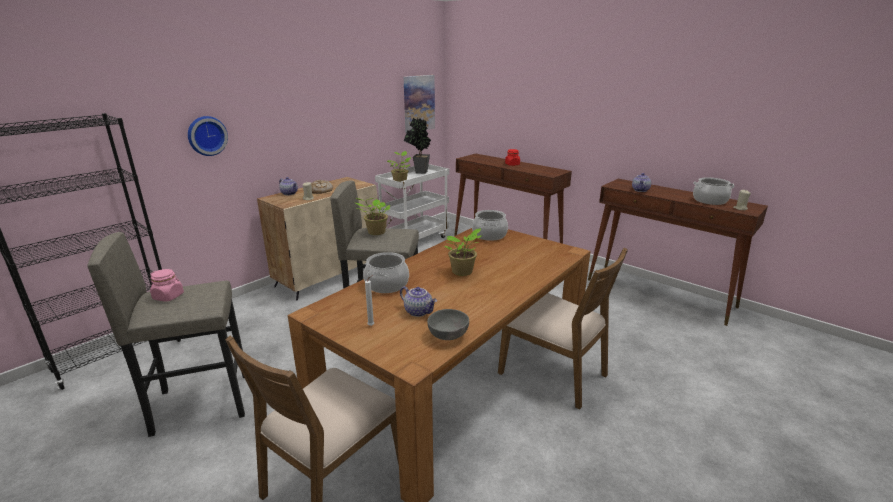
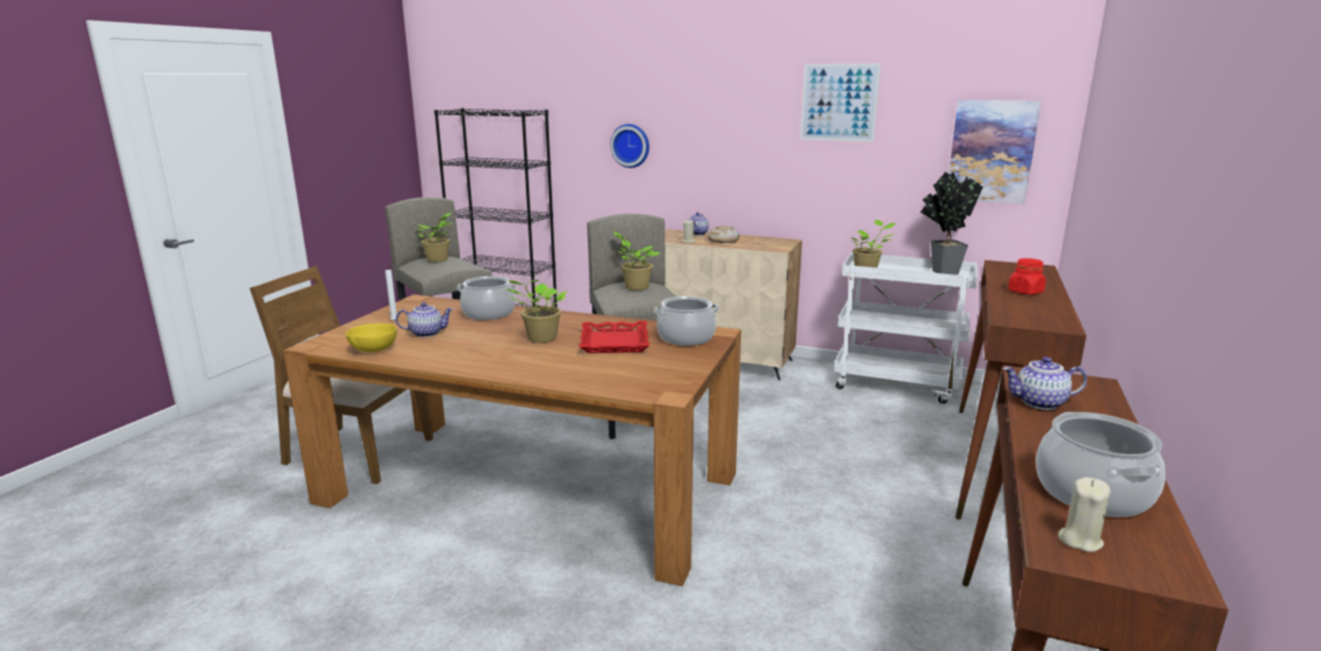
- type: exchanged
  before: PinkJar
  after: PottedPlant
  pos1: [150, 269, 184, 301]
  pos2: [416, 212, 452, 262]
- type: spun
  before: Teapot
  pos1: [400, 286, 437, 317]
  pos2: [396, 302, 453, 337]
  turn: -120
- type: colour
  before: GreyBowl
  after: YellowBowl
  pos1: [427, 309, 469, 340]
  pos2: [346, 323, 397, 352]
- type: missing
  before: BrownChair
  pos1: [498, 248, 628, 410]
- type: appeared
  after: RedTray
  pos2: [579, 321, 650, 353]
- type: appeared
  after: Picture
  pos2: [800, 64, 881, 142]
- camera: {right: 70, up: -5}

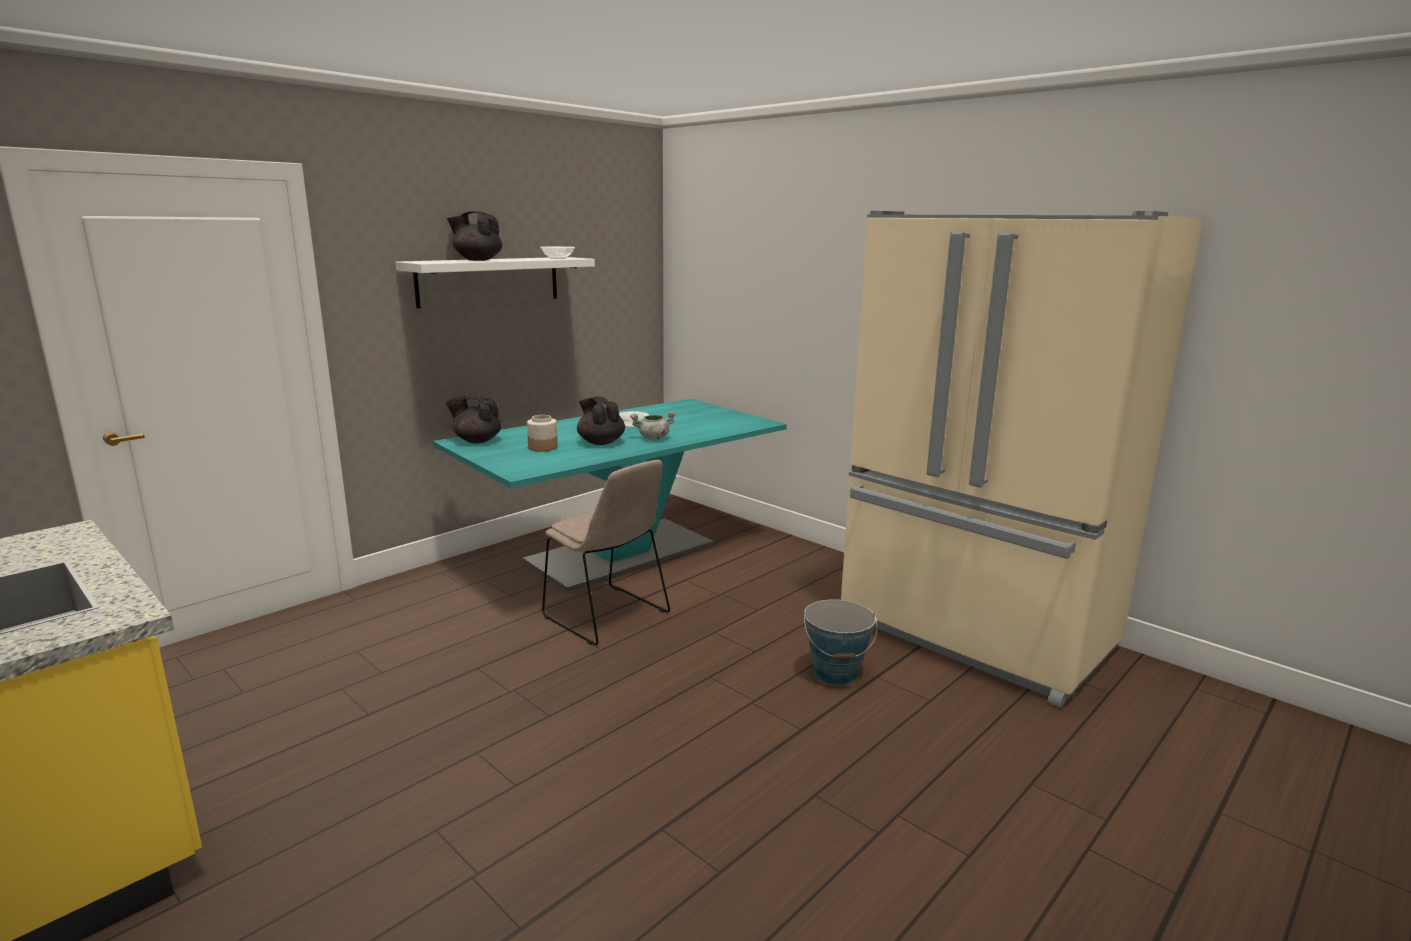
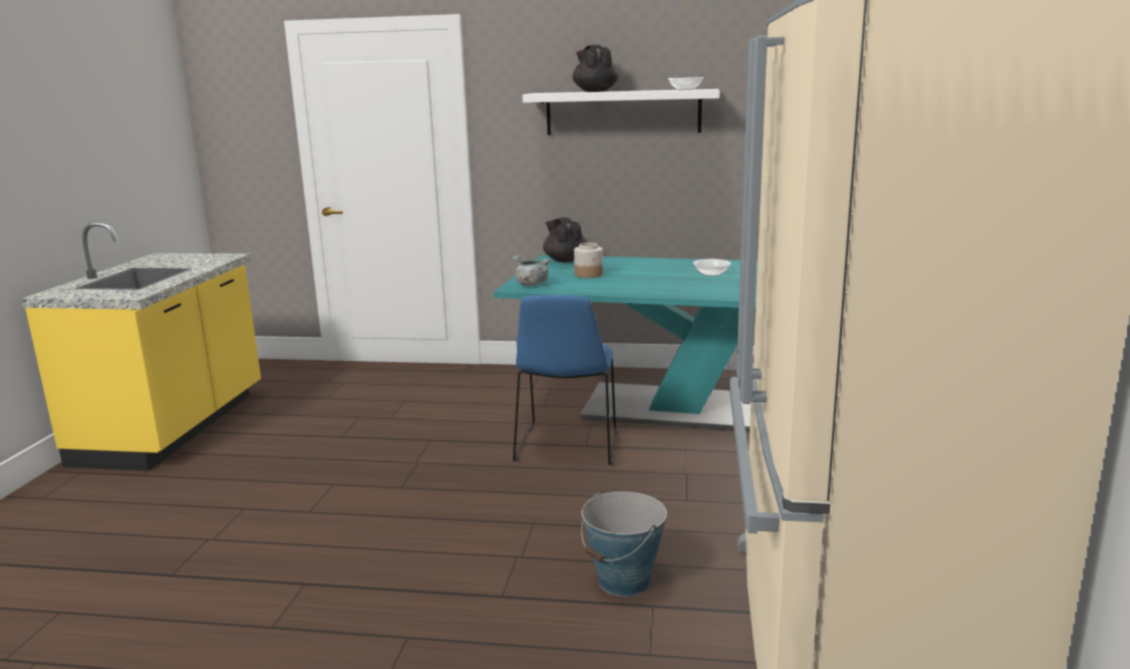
- type: colour
  before: BeigeChair
  after: BlueChair
  pos1: [542, 460, 670, 645]
  pos2: [513, 295, 618, 465]
- type: missing
  before: BlackTeapot
  pos1: [577, 396, 625, 445]
- type: relocated
  before: GreyCookingPot
  pos1: [630, 411, 676, 440]
  pos2: [512, 255, 550, 286]
- camera: {right: 55, up: 0}

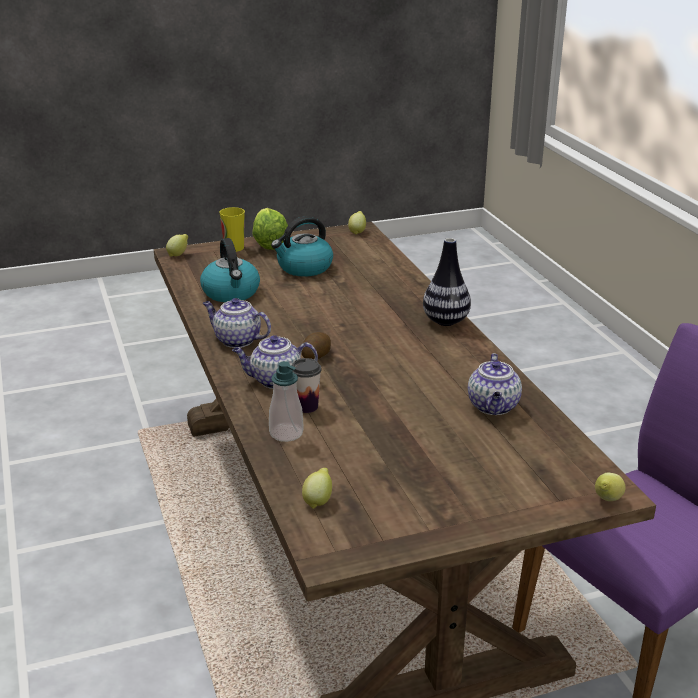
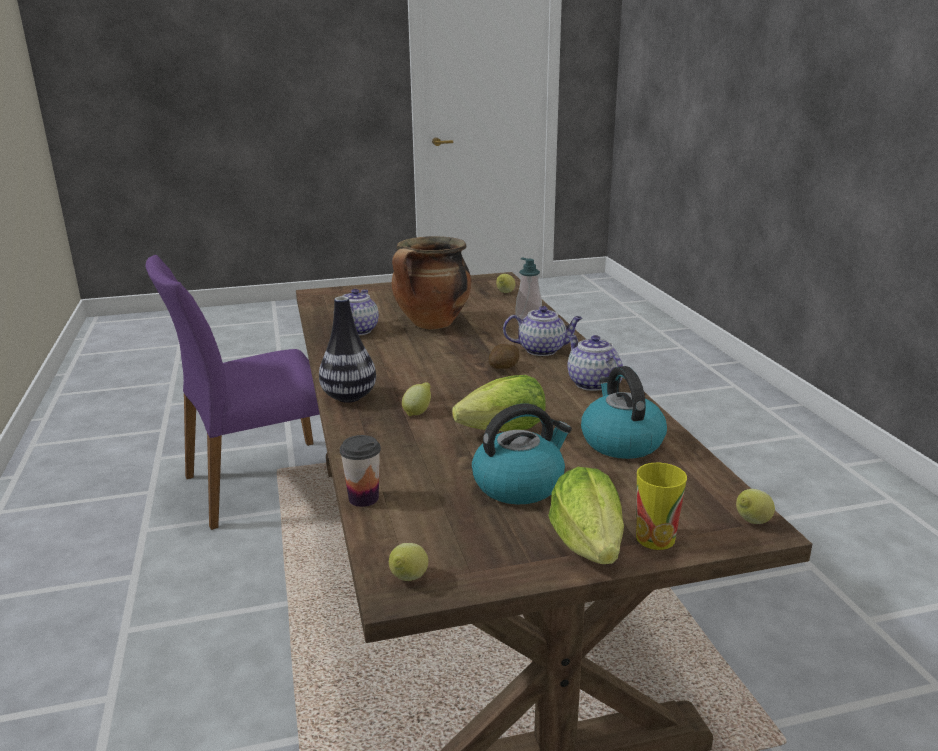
- type: spun
  before: Teapot
  pos1: [203, 298, 271, 348]
  pos2: [567, 335, 623, 391]
  turn: -150
- type: relocated
  before: Cup
  pos1: [291, 358, 321, 413]
  pos2: [340, 435, 381, 507]
- type: relocated
  before: Lemon
  pos1: [595, 472, 626, 501]
  pos2: [402, 382, 431, 416]
- type: appeared
  after: CookingPot
  pos2: [392, 236, 471, 330]
- type: appeared
  after: Lettuce
  pos2: [452, 375, 546, 431]
- camera: {right: -175, up: -5}

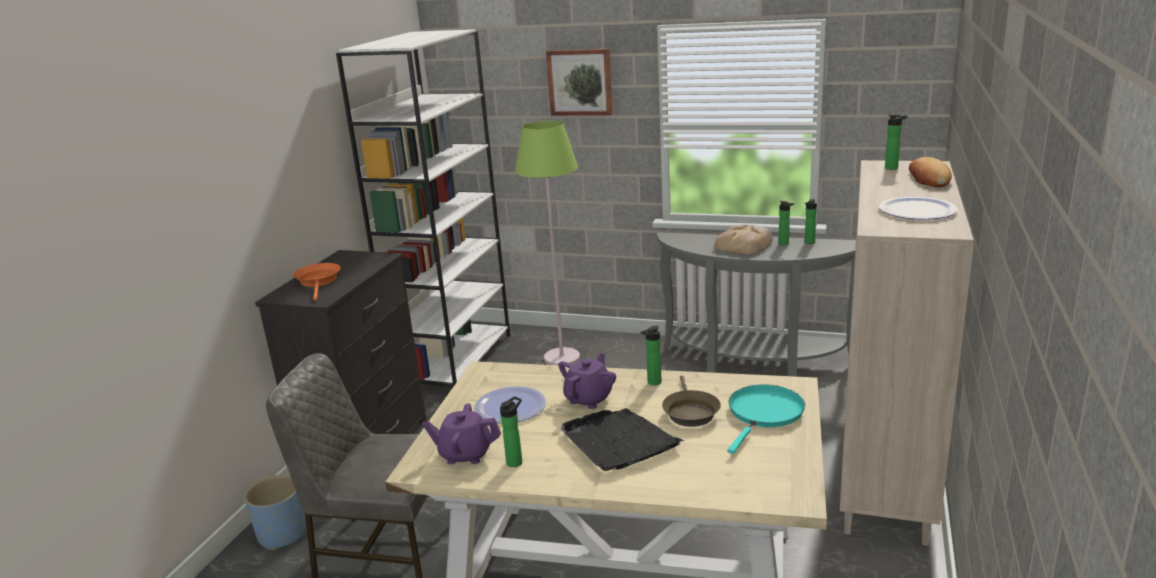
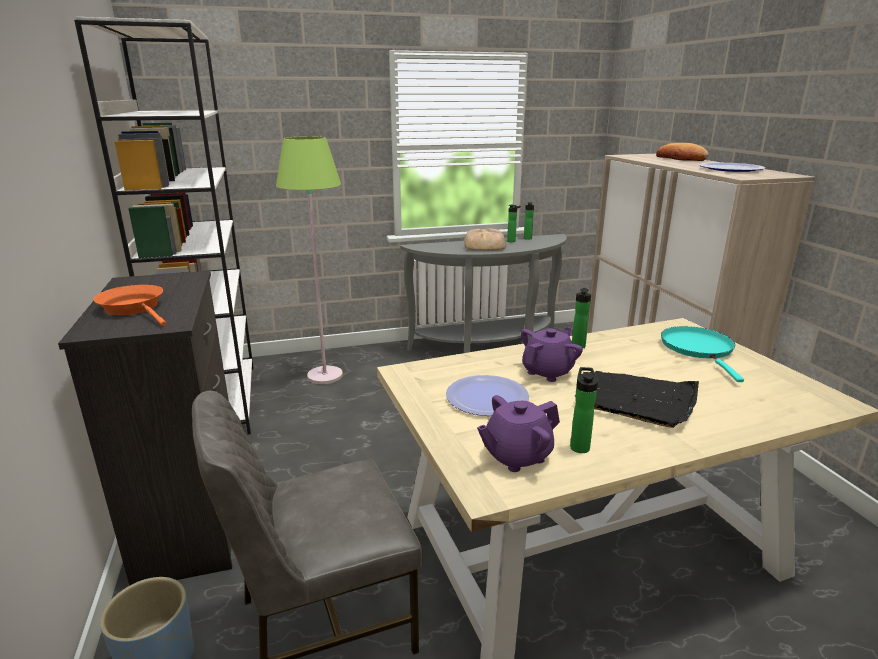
- type: missing
  before: Picture
  pos1: [546, 49, 612, 115]
- type: spun
  before: PurpleTeapot
  pos1: [558, 353, 616, 409]
  pos2: [521, 327, 583, 382]
  turn: 45
- type: missing
  before: BrownFryingPan
  pos1: [662, 375, 721, 427]
- type: missing
  before: Bottle
  pos1: [885, 114, 908, 170]
- camera: {right: -35, up: 0}

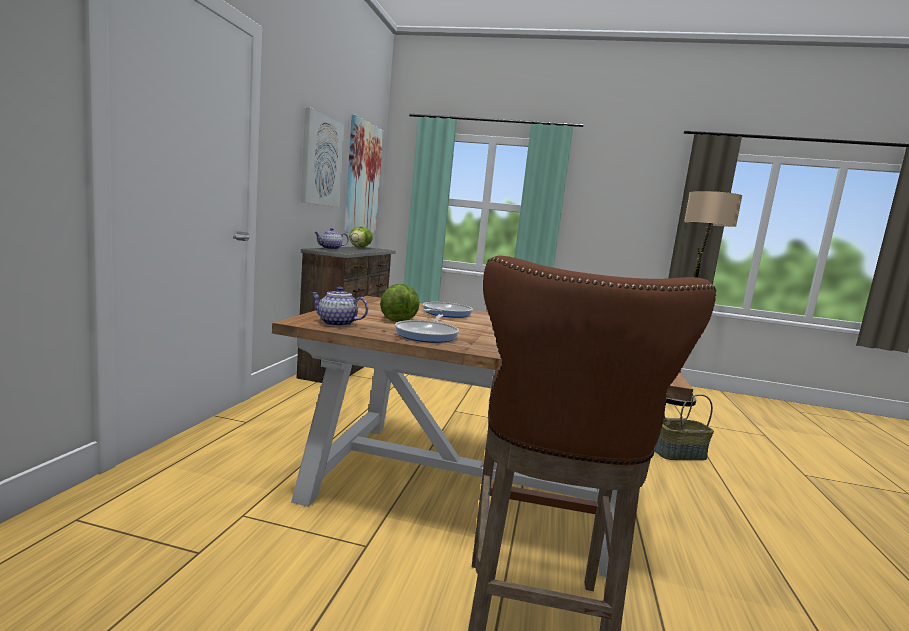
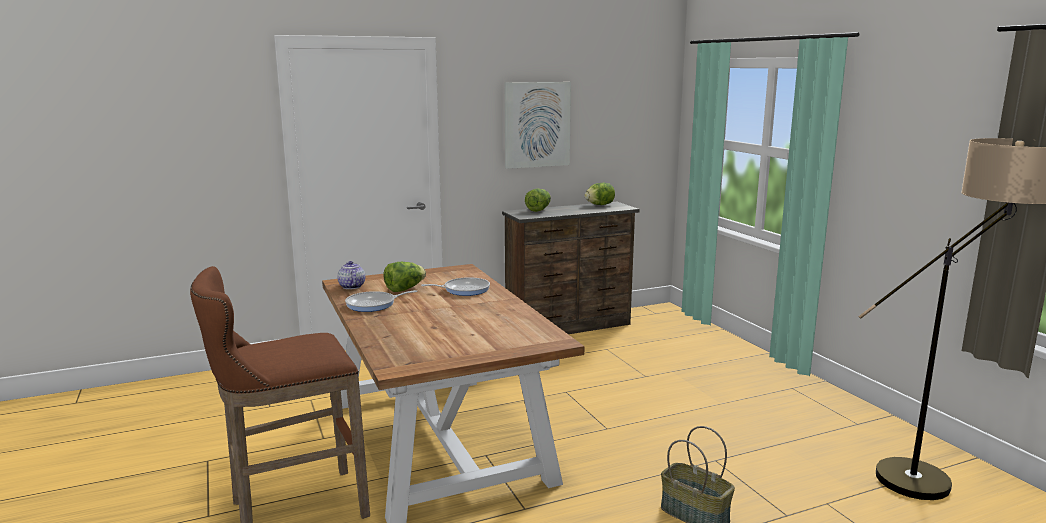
- type: exchanged
  before: Teapot
  after: Lettuce
  pos1: [314, 228, 349, 250]
  pos2: [525, 189, 551, 212]
- type: missing
  before: Picture
  pos1: [344, 114, 383, 233]
- camera: {right: 55, up: 5}

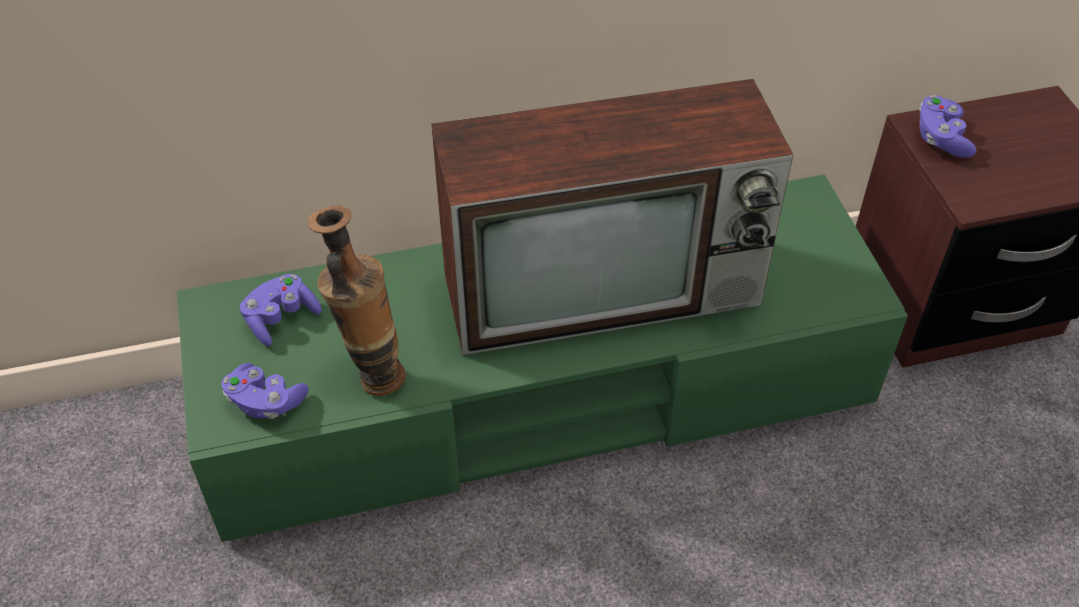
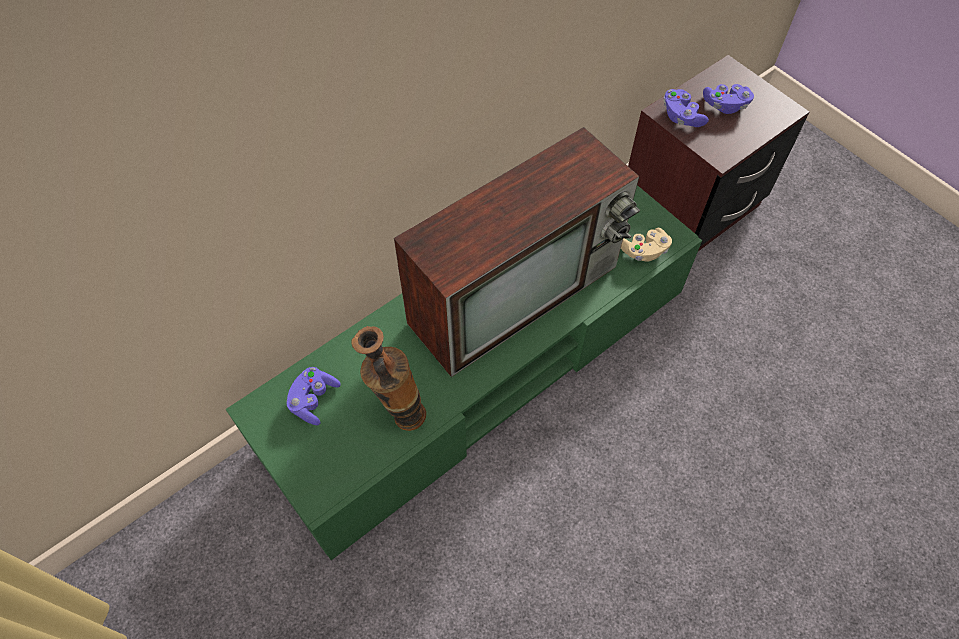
- type: relocated
  before: PurpleGameController
  pos1: [221, 363, 308, 419]
  pos2: [703, 84, 754, 114]
- type: appeared
  after: BeigeGameController
  pos2: [621, 228, 672, 262]
- camera: {right: -25, up: 10}

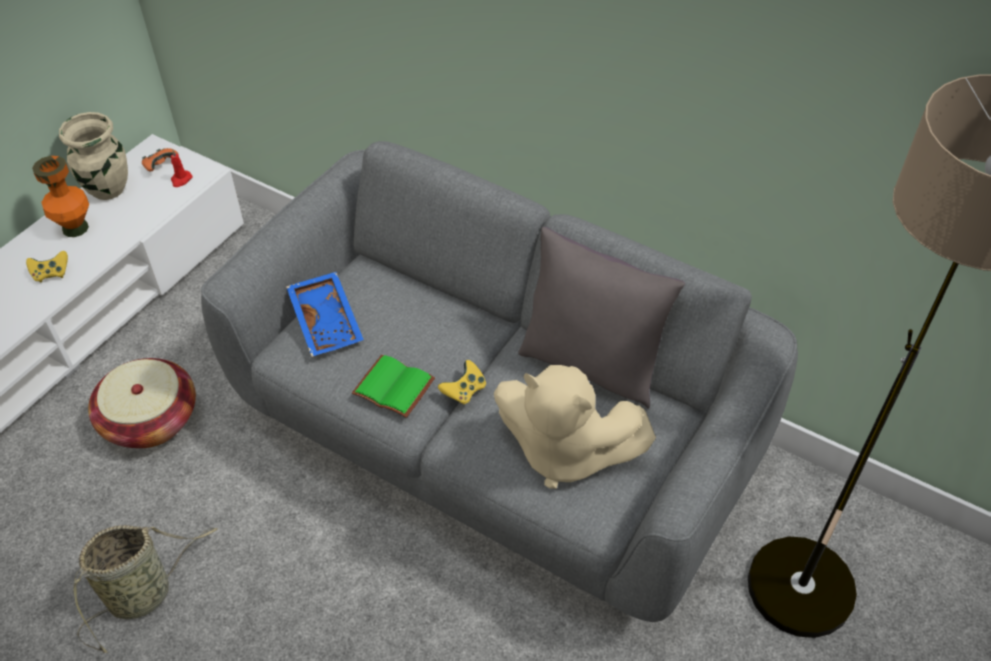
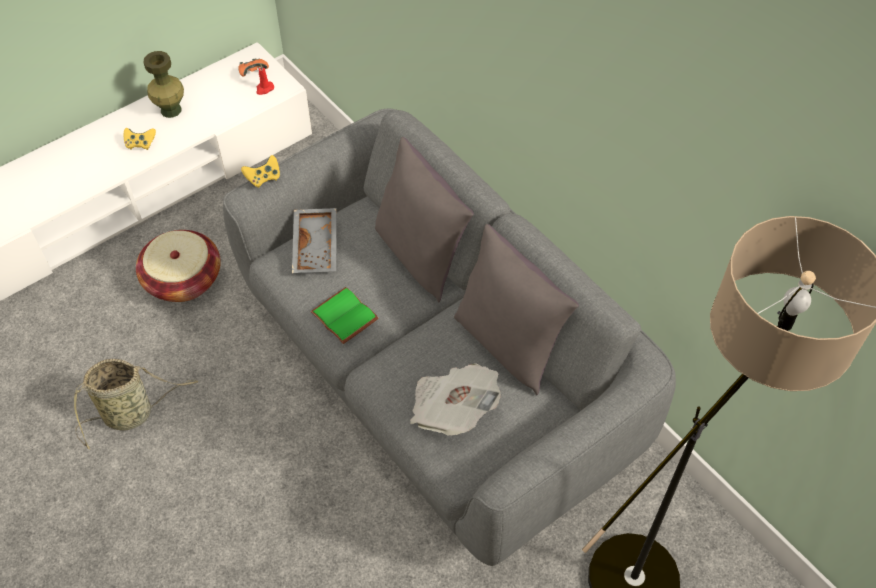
- type: colour
  before: OrangeVase
  after: GreenVase
  pos1: [32, 156, 89, 237]
  pos2: [143, 51, 184, 118]
- type: missing
  before: BeigeVase
  pos1: [59, 112, 128, 200]
- type: colour
  before: BlueTray
  after: GreyTray
  pos1: [286, 272, 364, 357]
  pos2: [292, 208, 337, 273]
- type: relocated
  before: YellowGameController
  pos1: [438, 360, 486, 405]
  pos2: [241, 155, 280, 188]
- type: exchanged
  before: BeigePlushToy
  after: Newspaper
  pos1: [494, 365, 656, 489]
  pos2: [410, 363, 501, 436]
- type: appeared
  after: GreyPillow
  pos2: [375, 137, 474, 303]
- camera: {right: 20, up: 5}

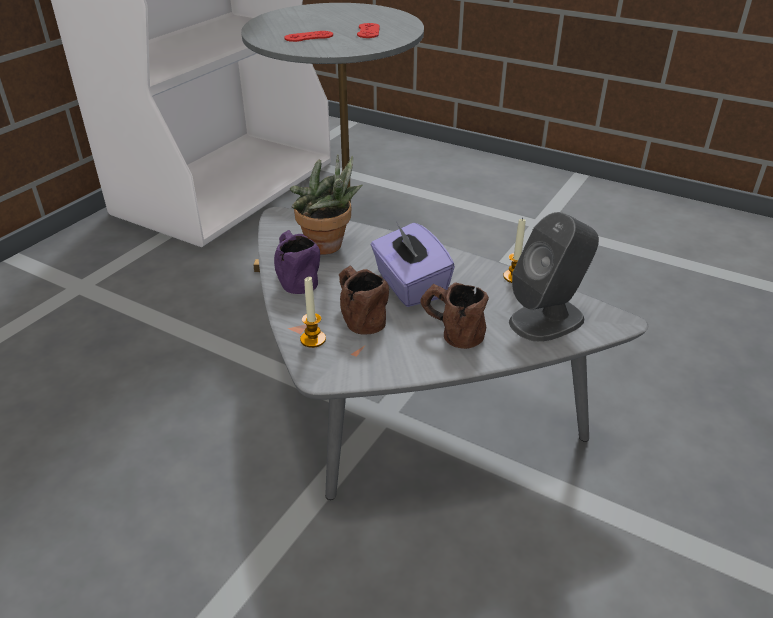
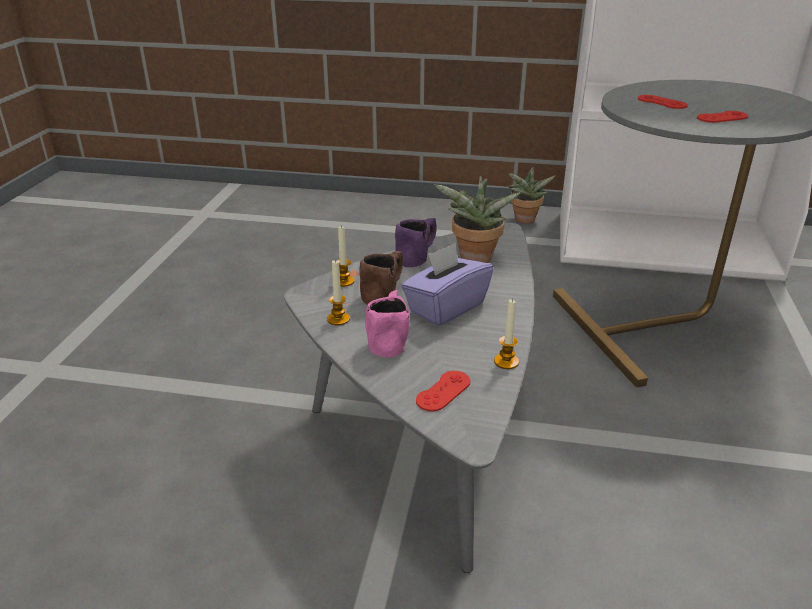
- type: colour
  before: BrownMug
  after: PinkMug
  pos1: [421, 283, 489, 349]
  pos2: [365, 290, 410, 358]
- type: exchanged
  before: GreySpeaker
  after: RedGameController
  pos1: [509, 212, 599, 342]
  pos2: [416, 371, 471, 411]
- type: appeared
  after: Candle
  pos2: [327, 260, 350, 326]
- type: appeared
  after: PottedPlant
  pos2: [508, 167, 555, 223]
- camera: {right: 70, up: -5}

